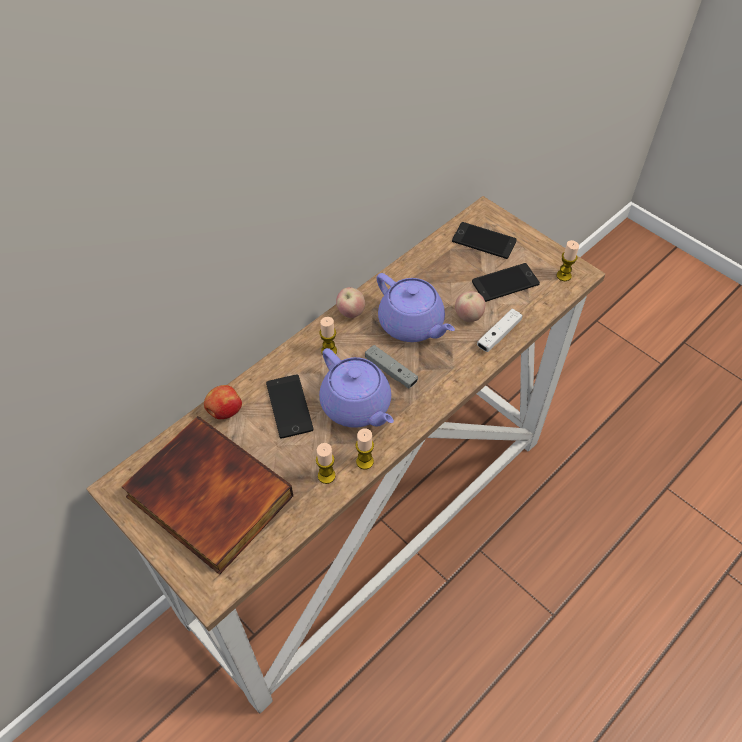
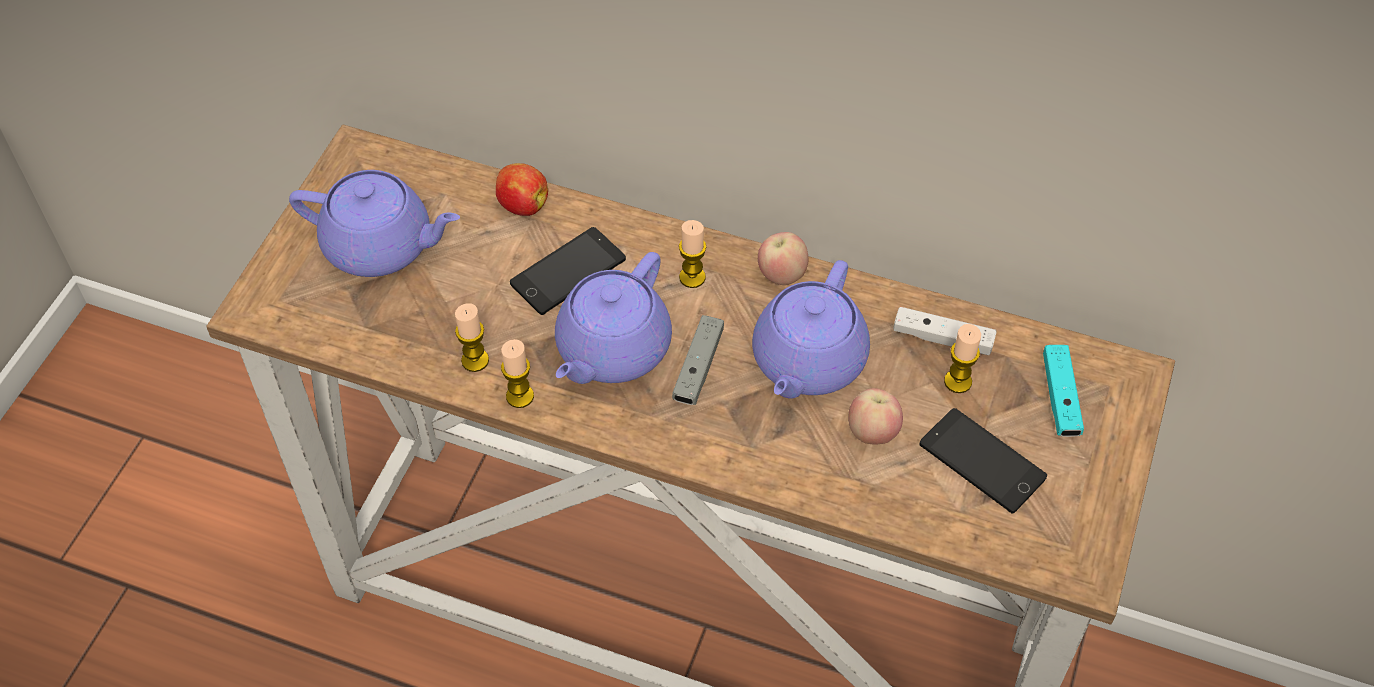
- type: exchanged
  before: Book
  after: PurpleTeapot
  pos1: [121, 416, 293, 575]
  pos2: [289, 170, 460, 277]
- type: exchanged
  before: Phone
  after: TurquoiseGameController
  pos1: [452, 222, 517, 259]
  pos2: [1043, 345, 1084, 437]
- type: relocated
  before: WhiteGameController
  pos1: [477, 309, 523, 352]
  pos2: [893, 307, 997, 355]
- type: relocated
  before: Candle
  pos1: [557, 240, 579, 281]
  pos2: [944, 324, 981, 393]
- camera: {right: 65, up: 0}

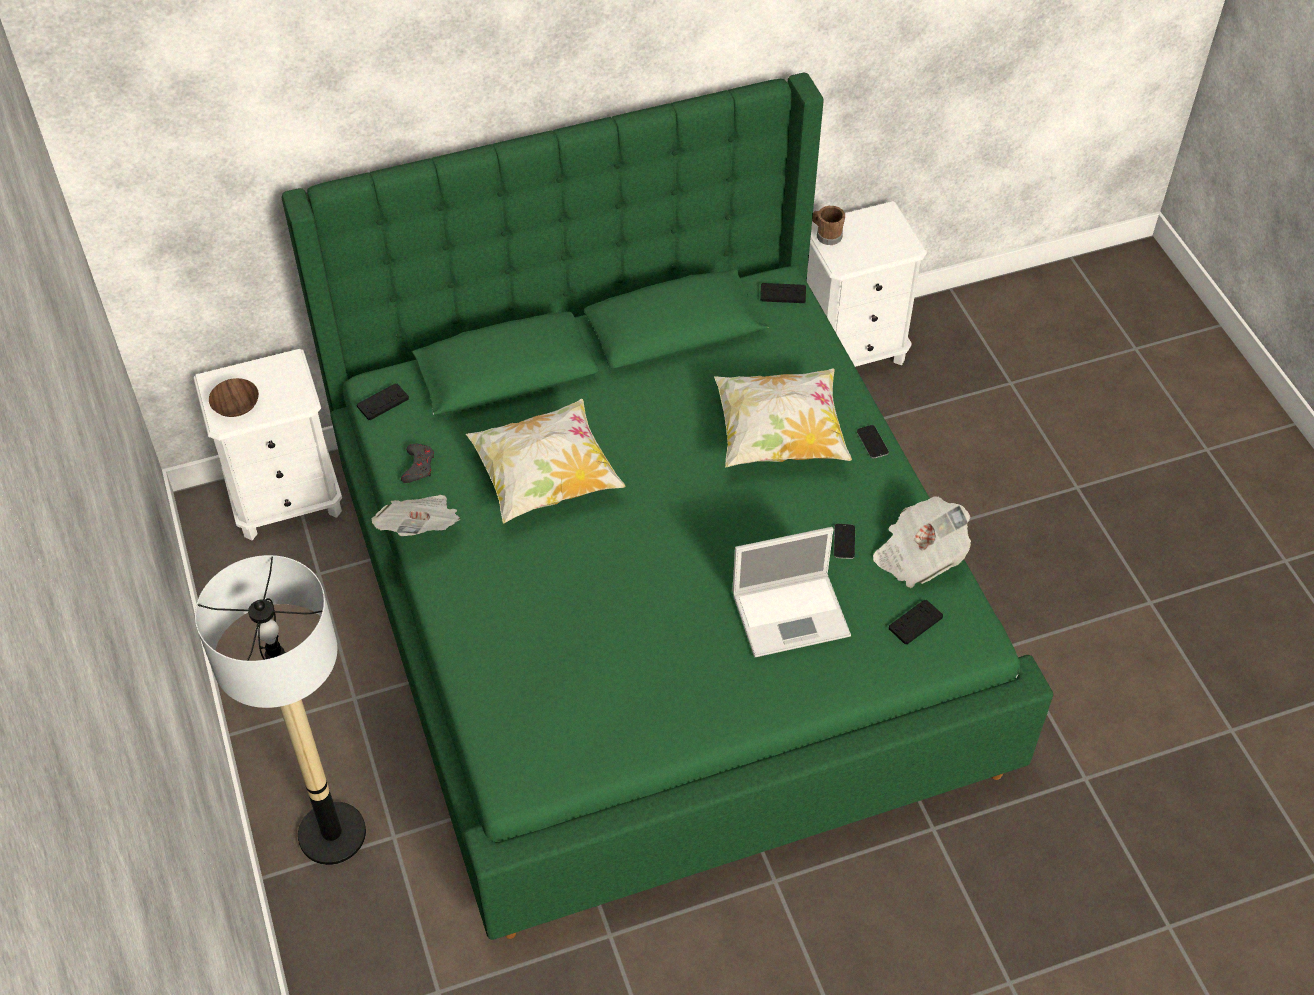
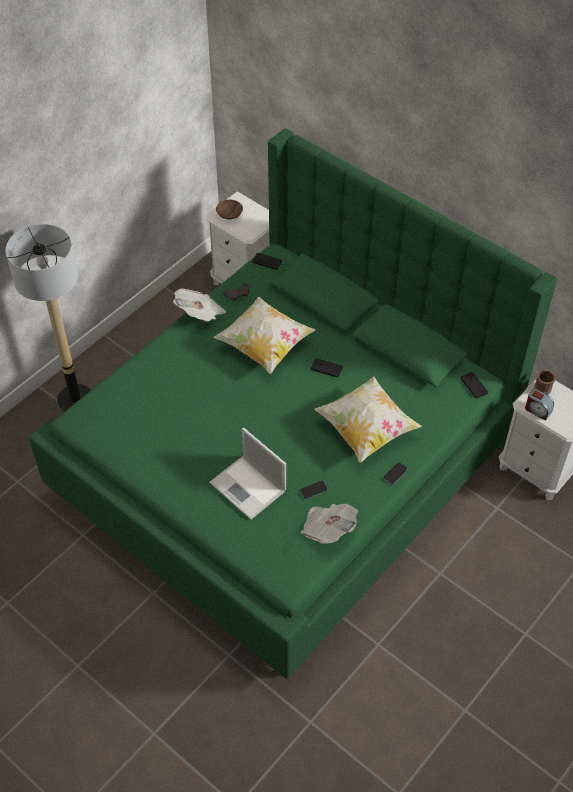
- type: relocated
  before: BlackGameController
  pos1: [889, 599, 943, 644]
  pos2: [311, 358, 343, 378]
- type: appeared
  after: AlarmClock
  pos2: [525, 389, 554, 421]
- camera: {right: 60, up: 0}

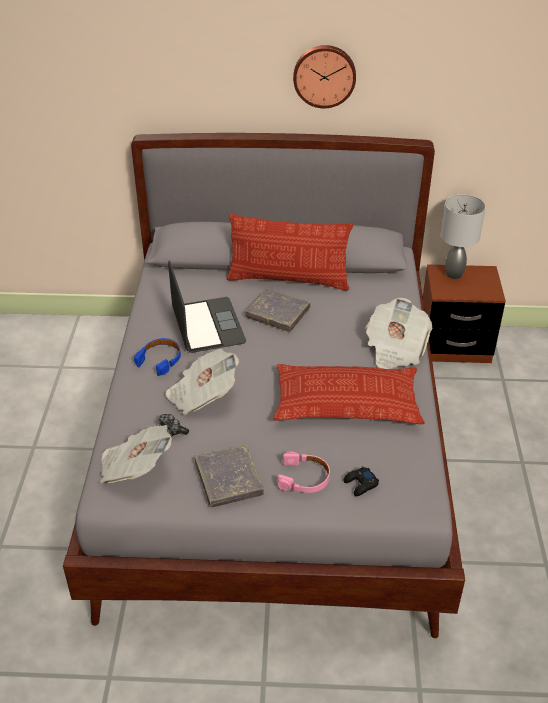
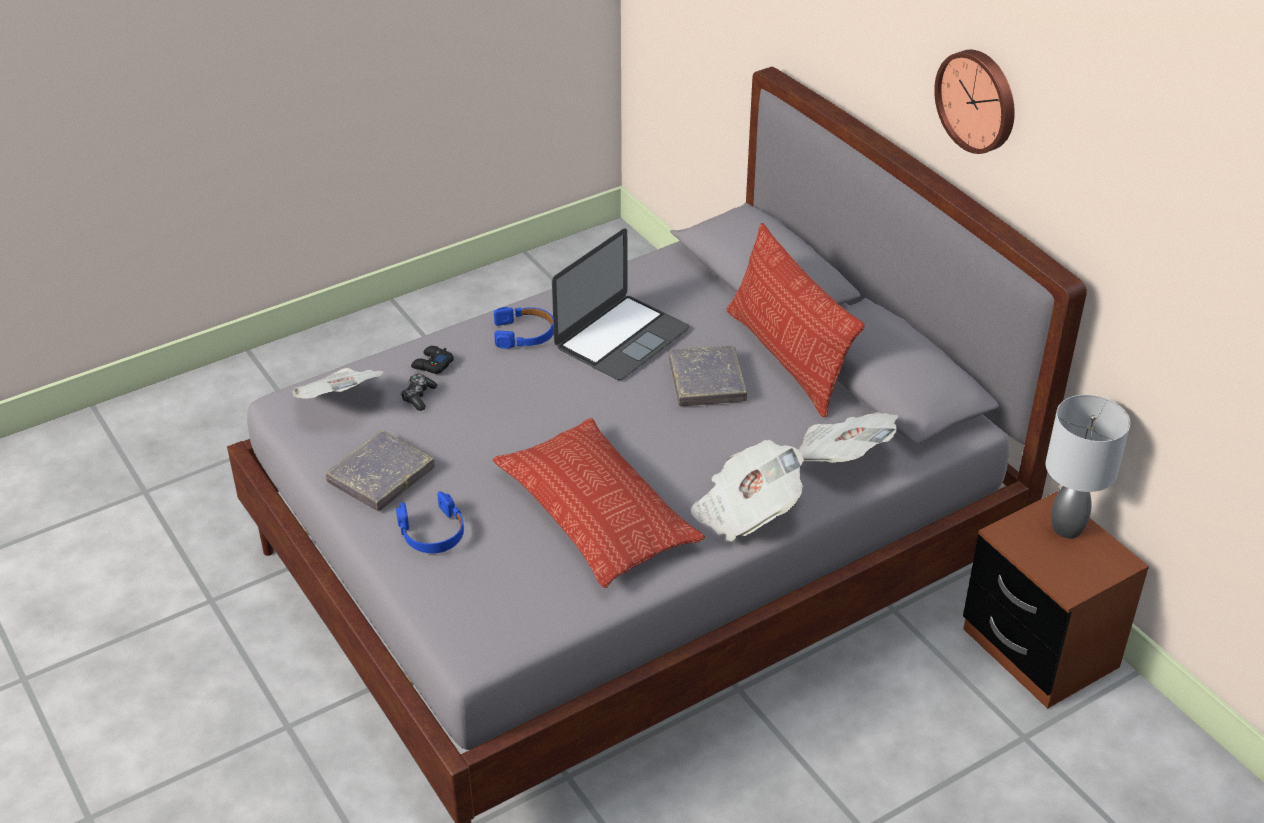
- type: relocated
  before: Newspaper
  pos1: [166, 349, 239, 415]
  pos2: [798, 412, 899, 463]
- type: colour
  before: PinkHeadphones
  after: BlueHeadphones
  pos1: [277, 452, 330, 493]
  pos2: [396, 491, 464, 553]
- type: relocated
  before: BlackGameController
  pos1: [343, 466, 379, 496]
  pos2: [411, 346, 454, 374]
- camera: {right: 55, up: 0}

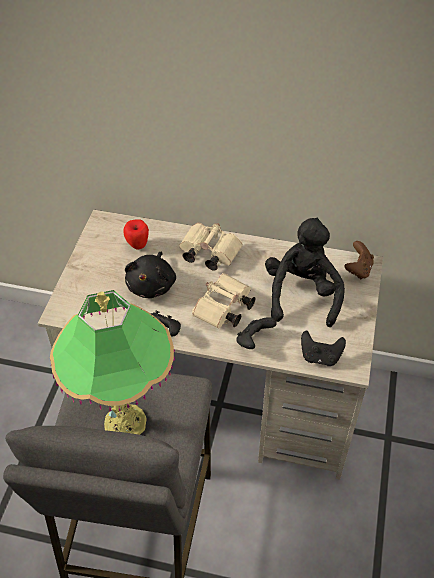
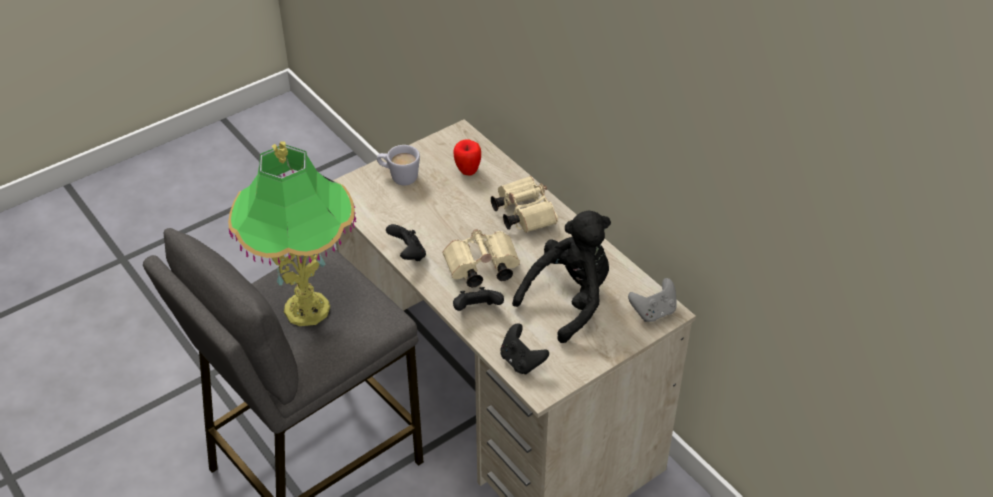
- type: missing
  before: BlackPlushToy
  pos1: [125, 252, 176, 298]
- type: colour
  before: BrownGameController
  after: GreyGameController
  pos1: [344, 241, 374, 279]
  pos2: [628, 278, 677, 322]
- type: appeared
  after: WhiteMug
  pos2: [377, 145, 420, 186]
- camera: {right: 40, up: -5}

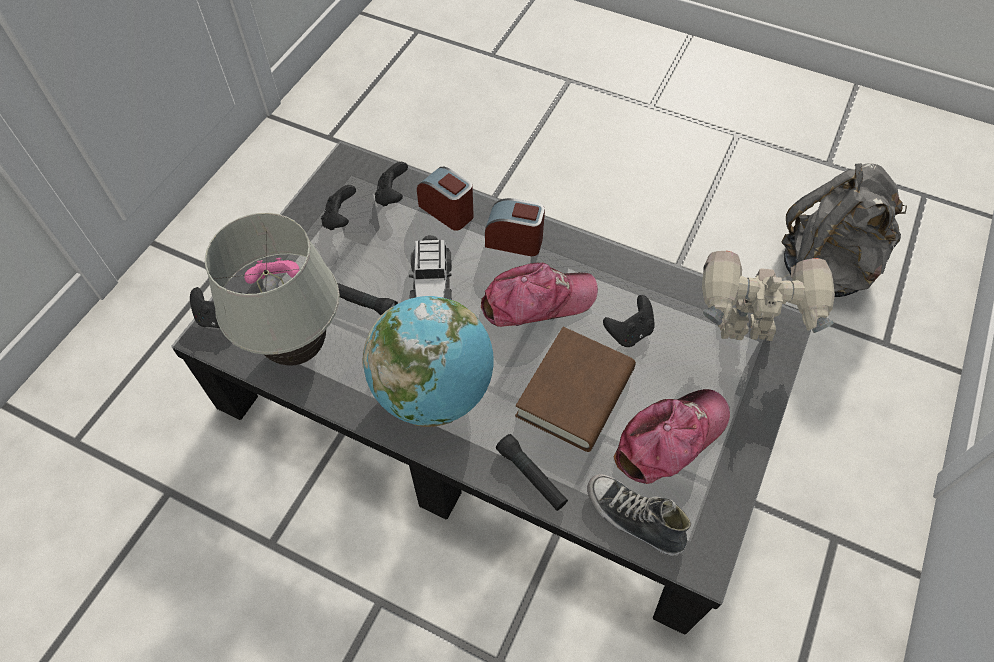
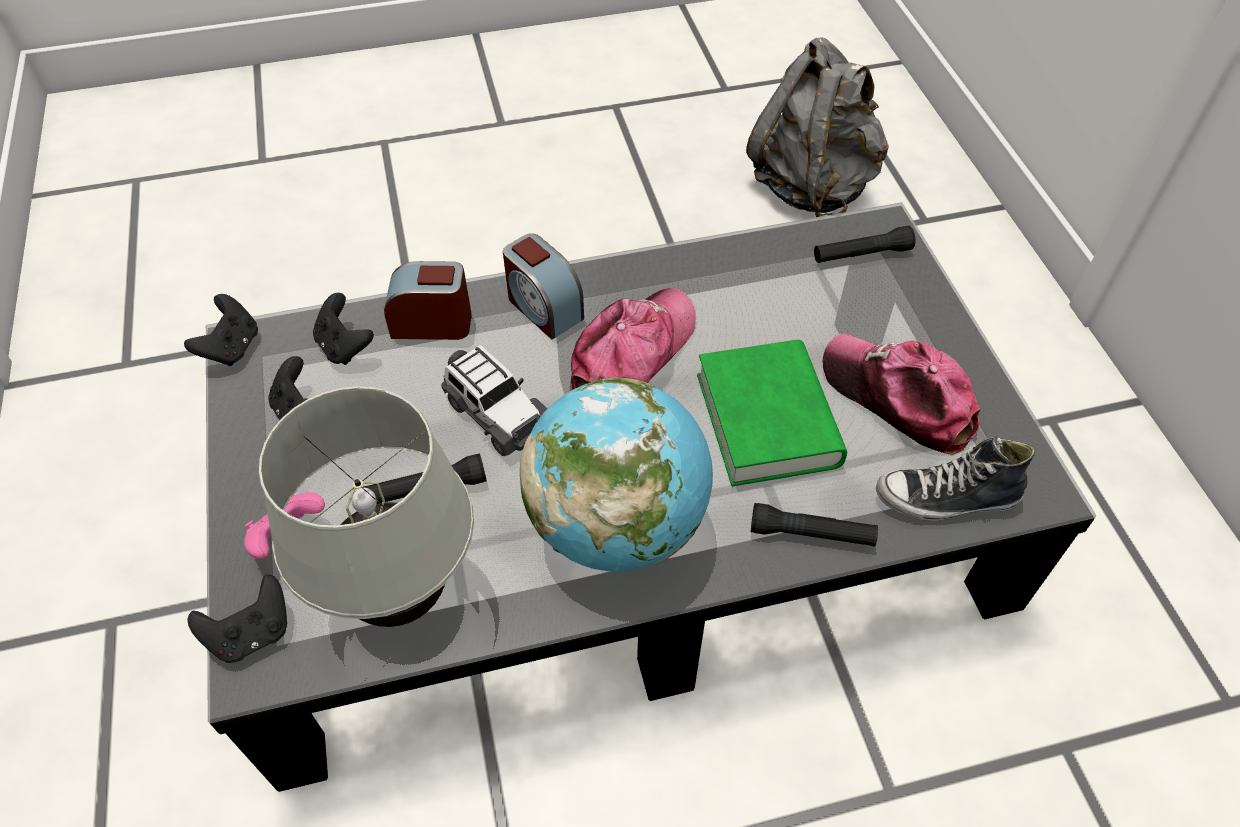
- type: spun
  before: AlarmClock
  pos1: [485, 198, 545, 256]
  pos2: [503, 233, 584, 340]
  turn: -105
- type: colour
  before: BrownBook
  after: GreenBook
  pos1: [515, 327, 636, 452]
  pos2: [697, 340, 847, 486]
- type: relocated
  before: BlackGameController
  pos1: [603, 295, 655, 347]
  pos2: [184, 294, 258, 366]
- type: spun
  before: Cap
  pos1: [614, 389, 730, 484]
  pos2: [822, 333, 980, 455]
  turn: -60
- type: exchanged
  before: ToyRobot
  after: BlackFlashlight
  pos1: [702, 250, 835, 341]
  pos2: [814, 226, 916, 263]
- camera: {right: -40, up: -5}

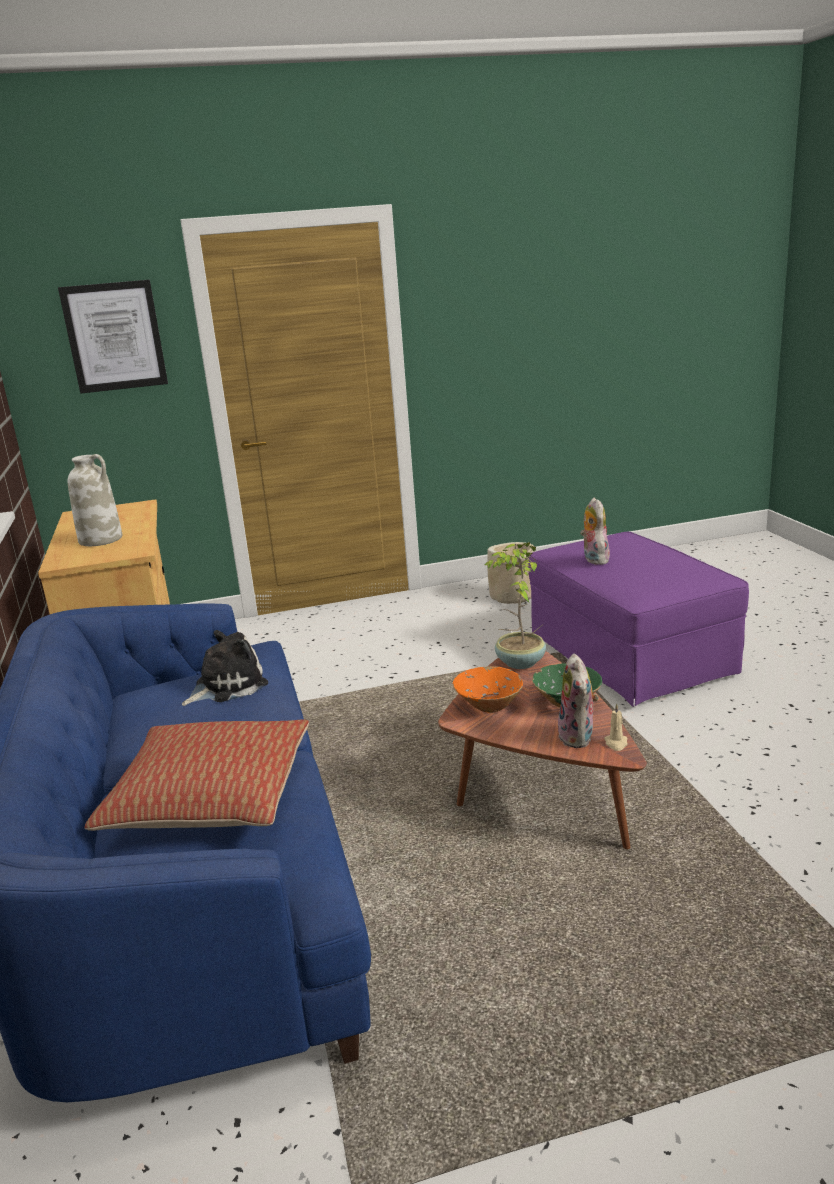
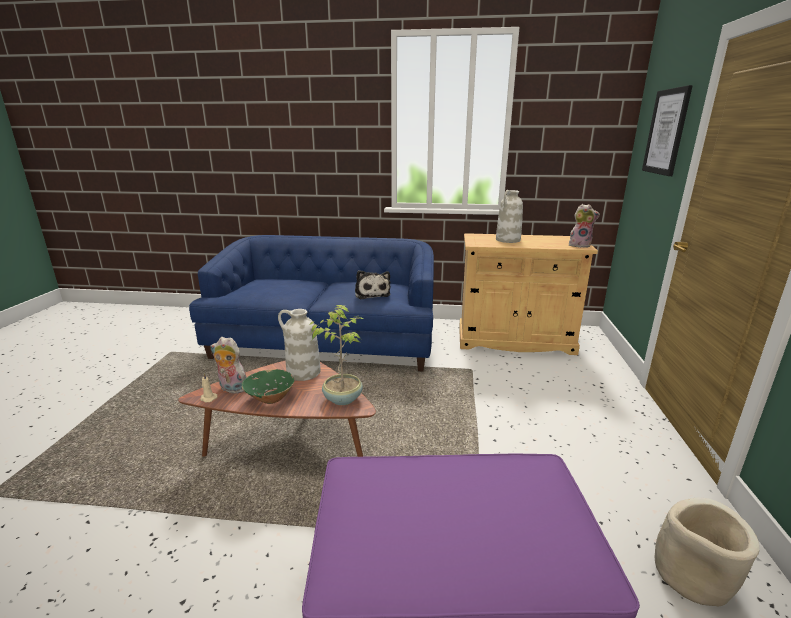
- type: missing
  before: Pillow
  pos1: [84, 719, 309, 831]
- type: exchanged
  before: OrangeBowl
  after: WhiteVase
  pos1: [453, 666, 523, 713]
  pos2: [278, 309, 321, 381]
- type: relocated
  before: PlushToy
  pos1: [580, 497, 610, 565]
  pos2: [569, 204, 600, 248]
- camera: {right: 110, up: 0}

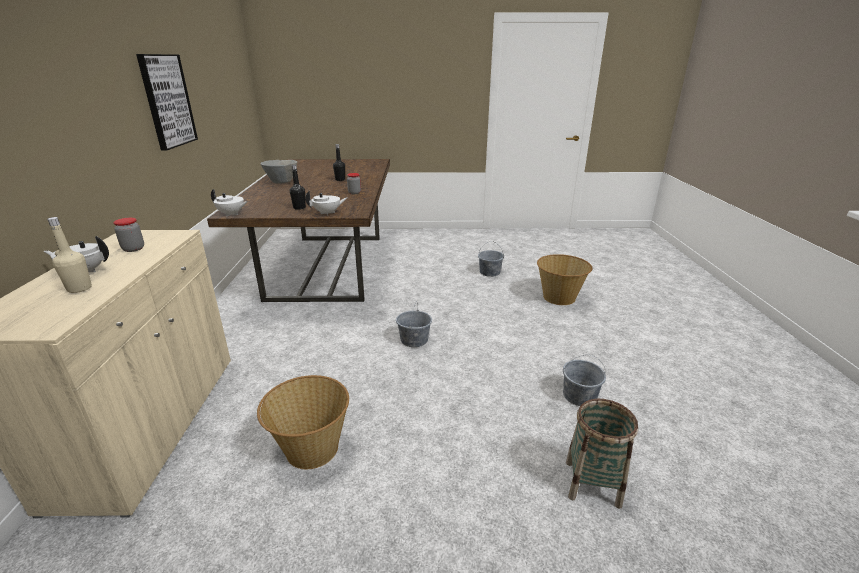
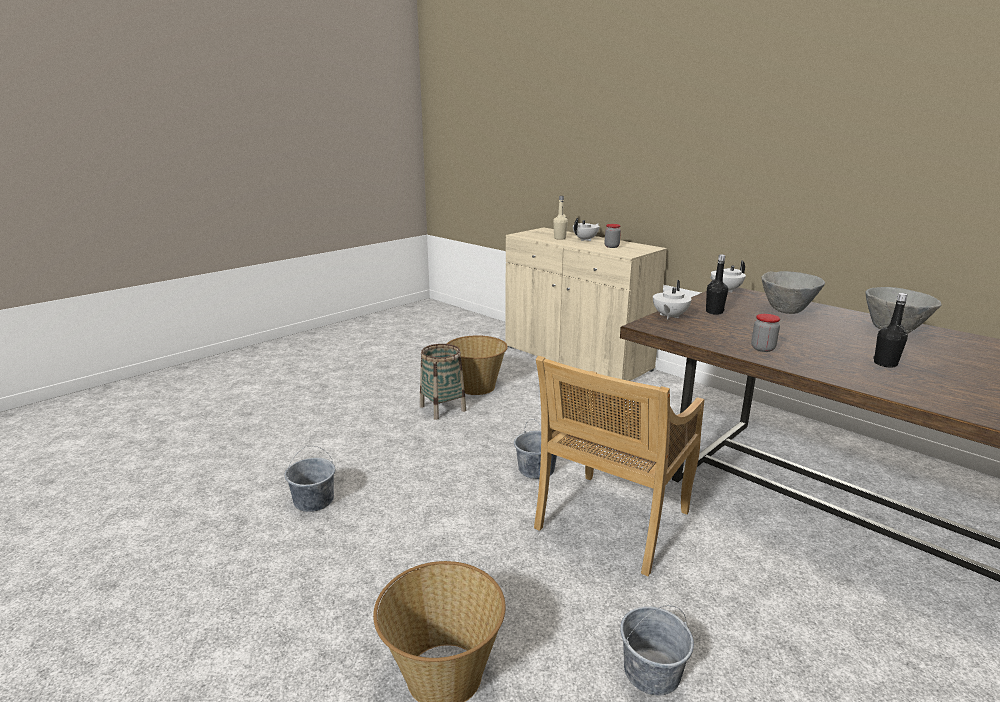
- type: missing
  before: Picture
  pos1: [136, 54, 198, 151]
- type: relocated
  before: Basket
  pos1: [566, 399, 638, 509]
  pos2: [420, 344, 466, 420]
- type: appeared
  after: BeigeChair
  pos2: [534, 356, 704, 576]
- type: appeared
  after: GreyBowl
  pos2: [761, 271, 825, 314]
- camera: {right: 135, up: -5}

